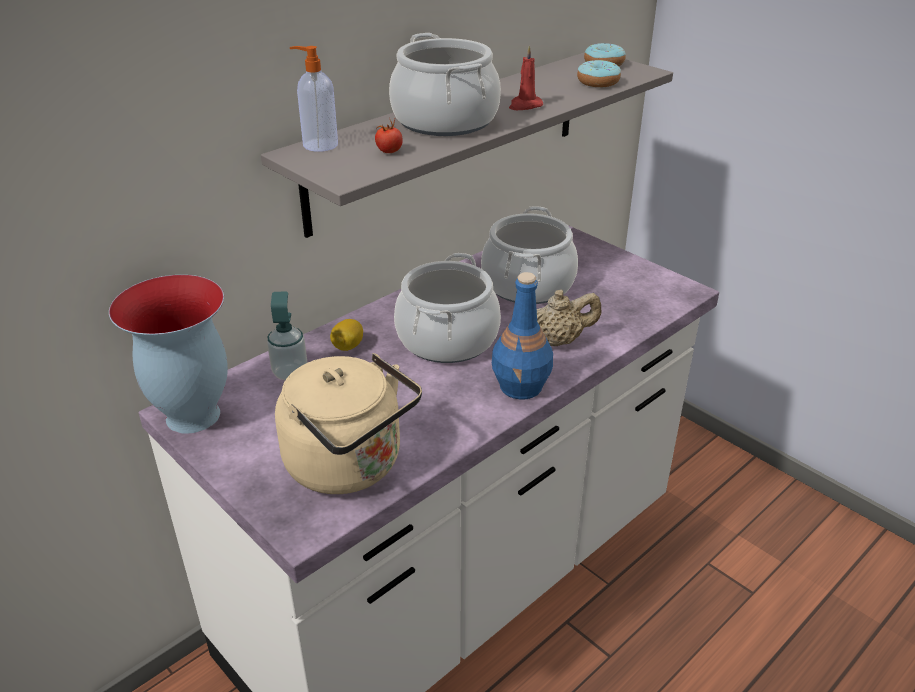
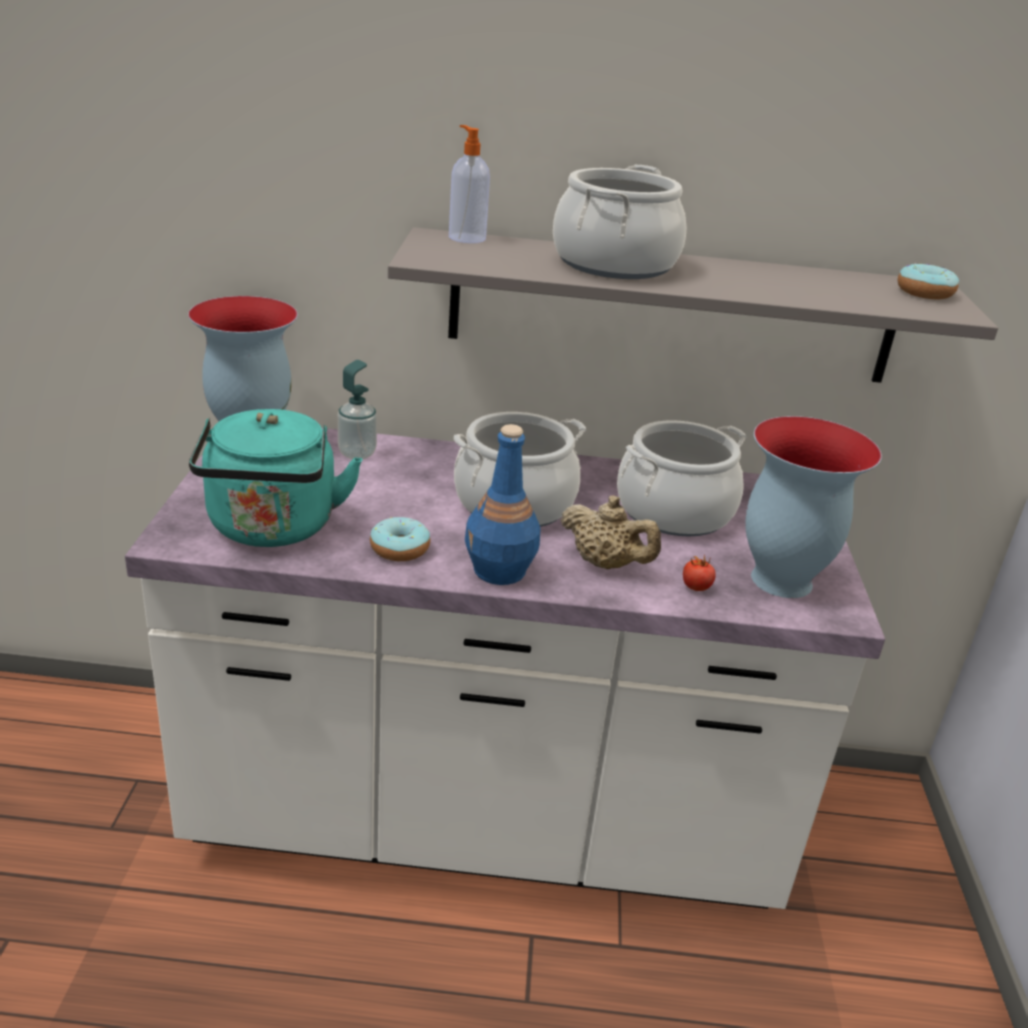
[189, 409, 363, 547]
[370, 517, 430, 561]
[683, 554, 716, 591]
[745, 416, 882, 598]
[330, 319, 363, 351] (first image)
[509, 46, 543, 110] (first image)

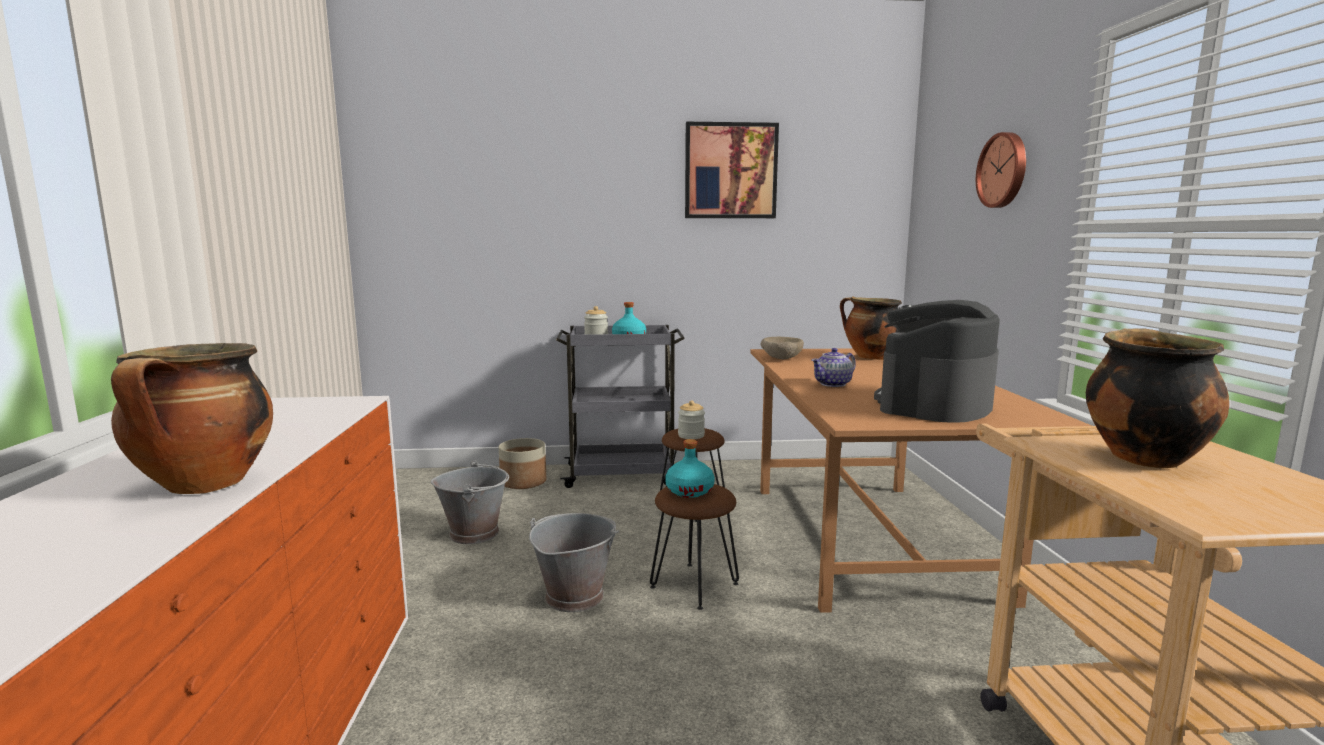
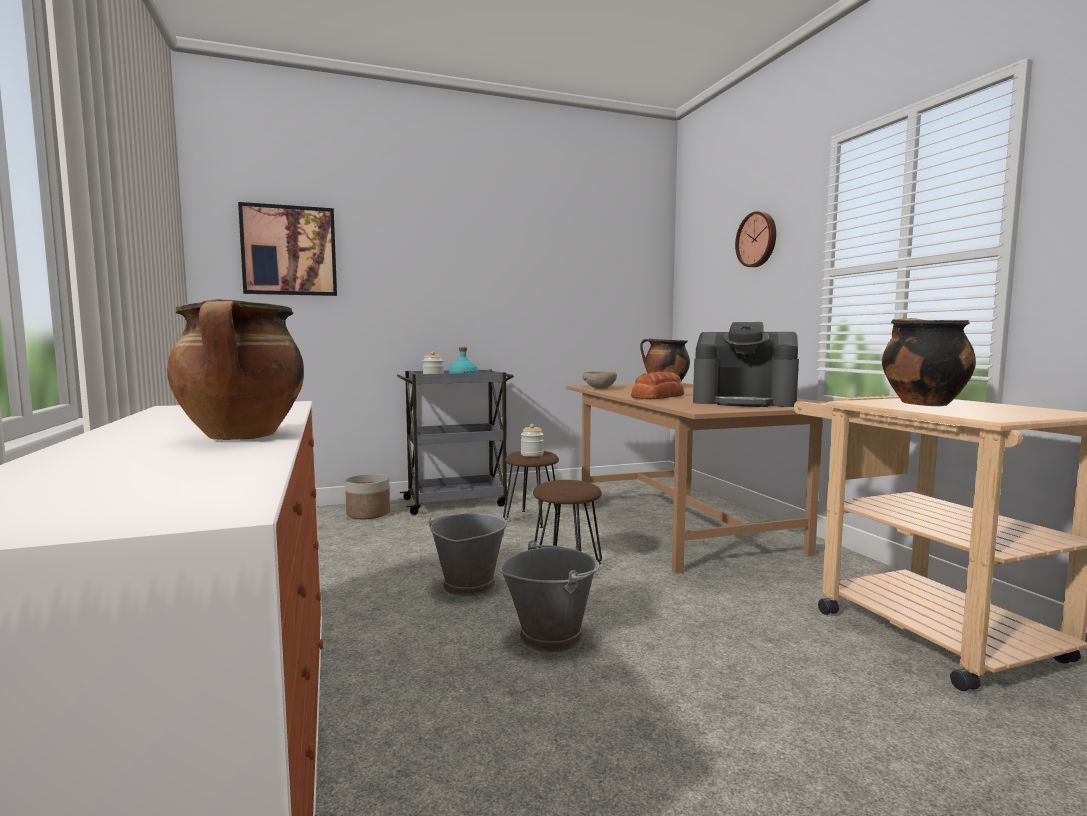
[238, 202, 337, 296]
[499, 540, 600, 653]
[631, 371, 684, 399]
[693, 322, 799, 407]
[665, 439, 715, 498] (first image)

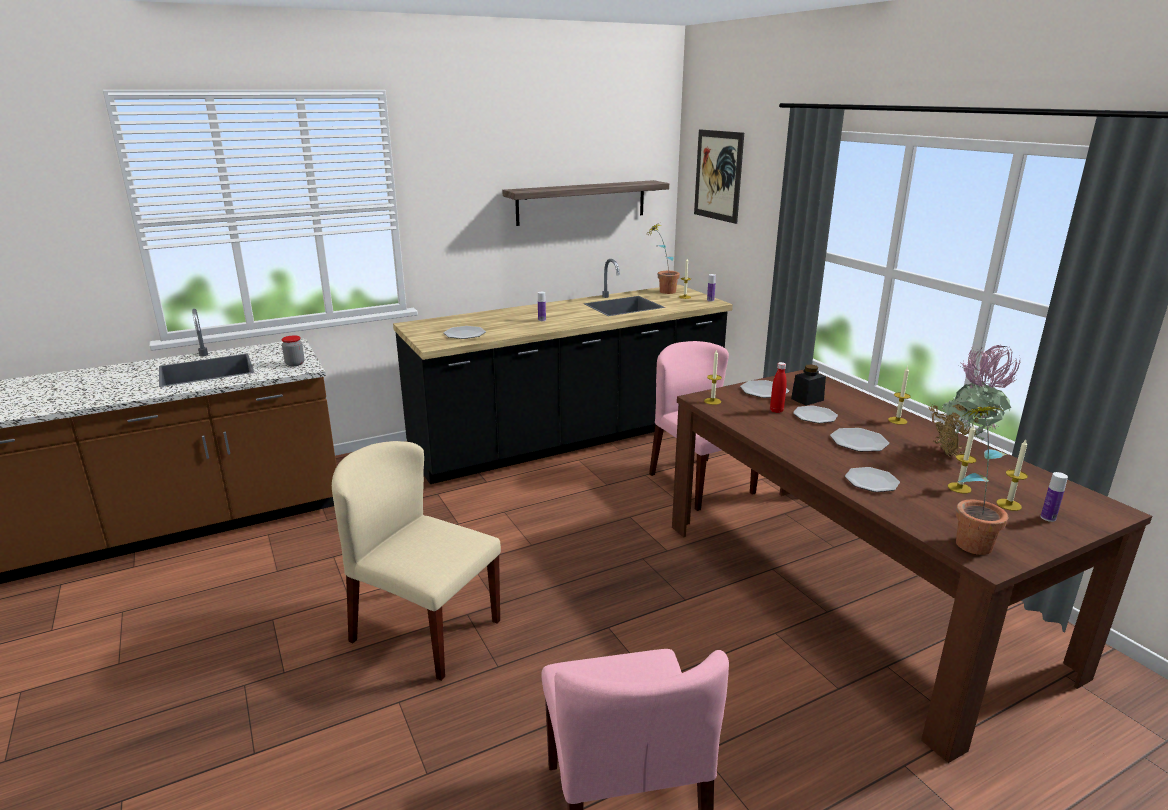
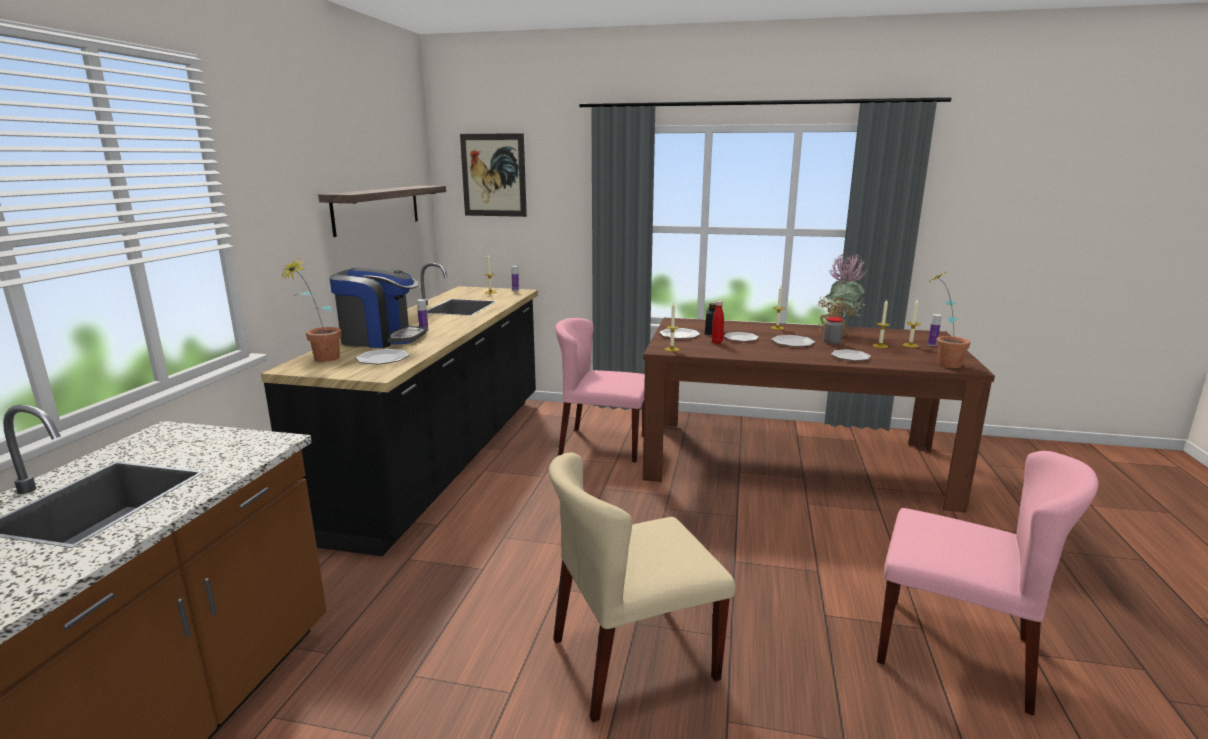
[281, 257, 342, 362]
[329, 266, 426, 348]
[824, 317, 843, 345]

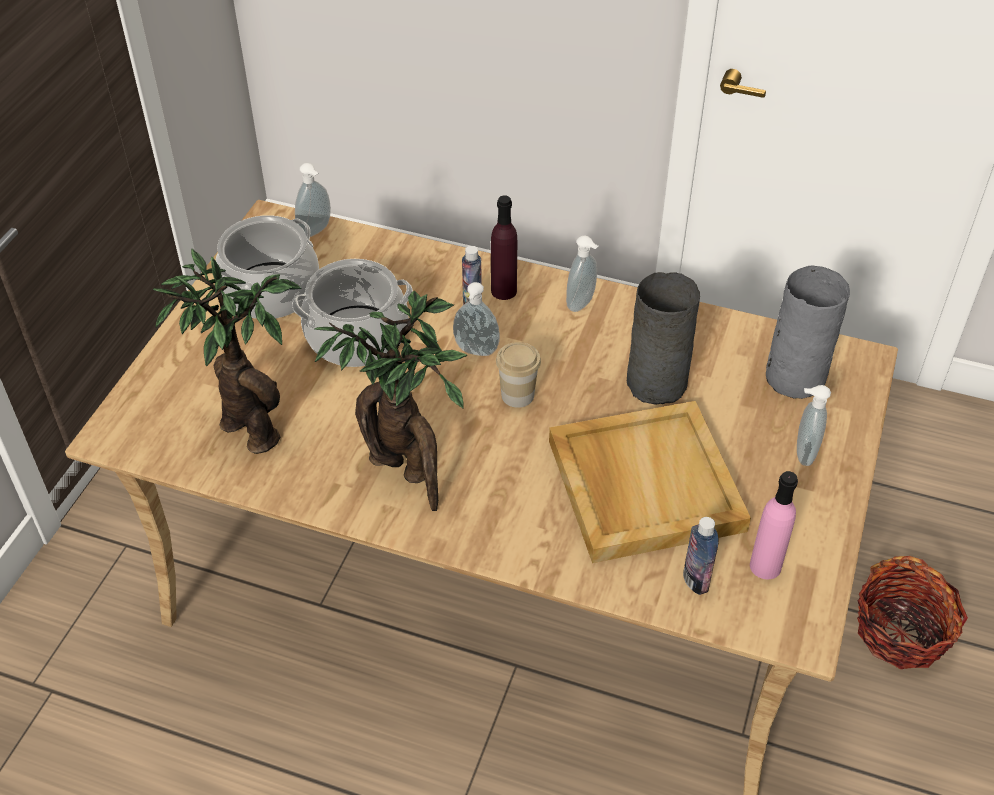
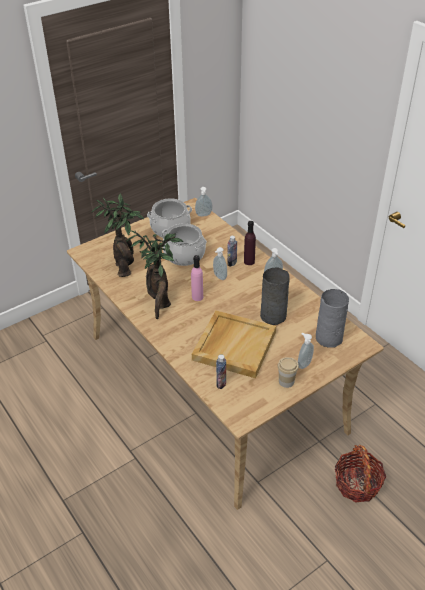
[191, 255, 203, 301]
[278, 357, 299, 388]

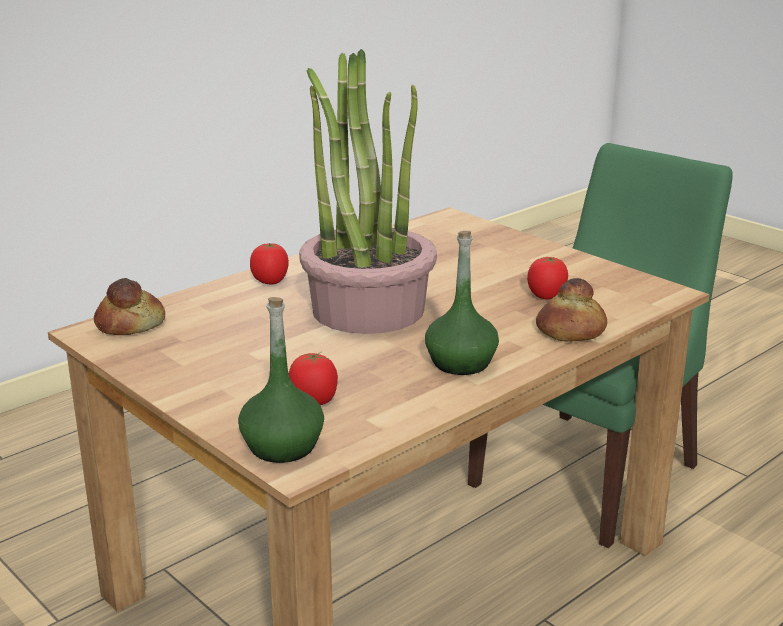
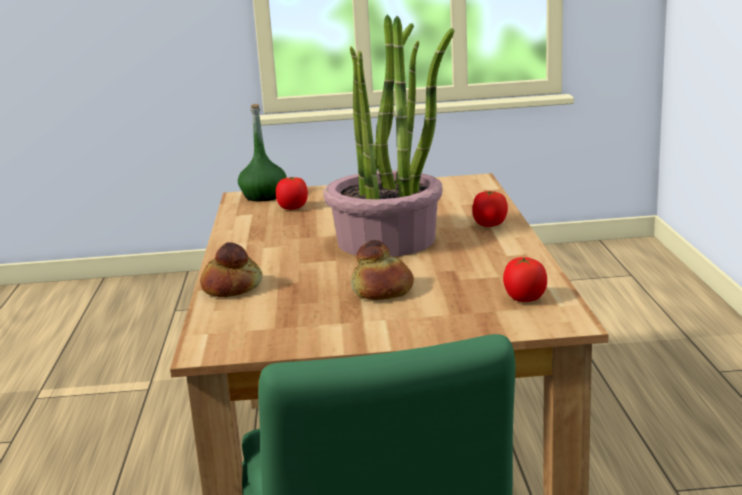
[351, 240, 414, 300]
[503, 257, 547, 302]
[425, 231, 499, 375] (first image)

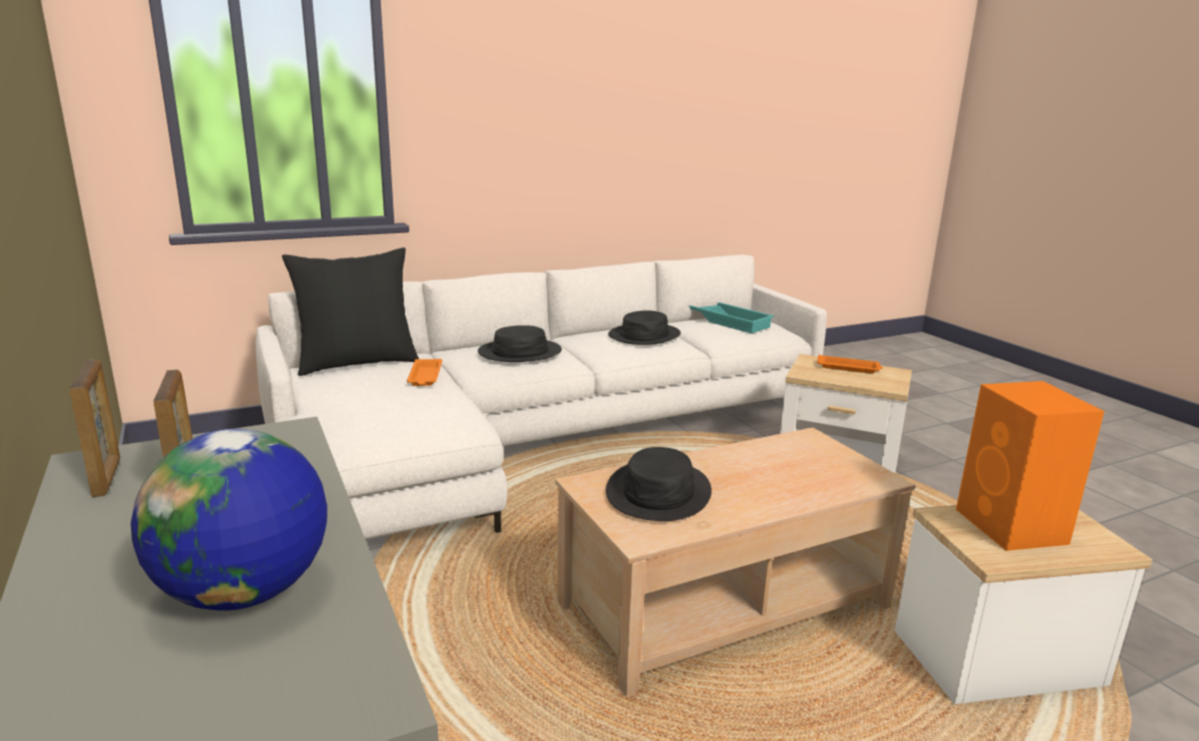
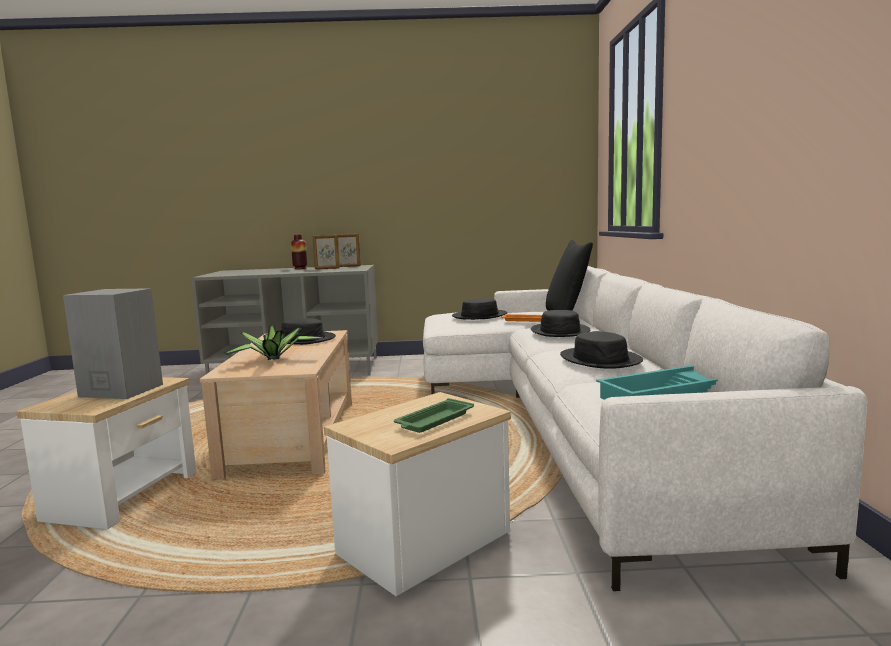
[63, 288, 163, 399]
[224, 325, 323, 360]
[291, 234, 307, 269]
[394, 398, 474, 433]
[452, 298, 508, 320]
[131, 429, 327, 611] (first image)

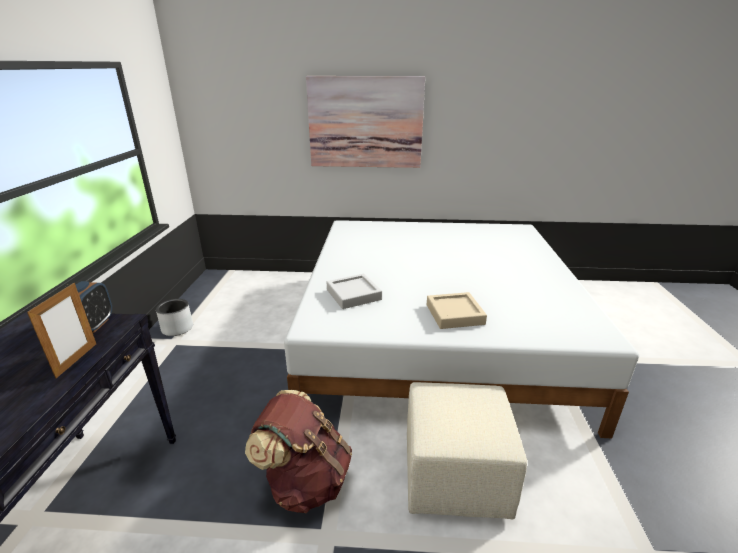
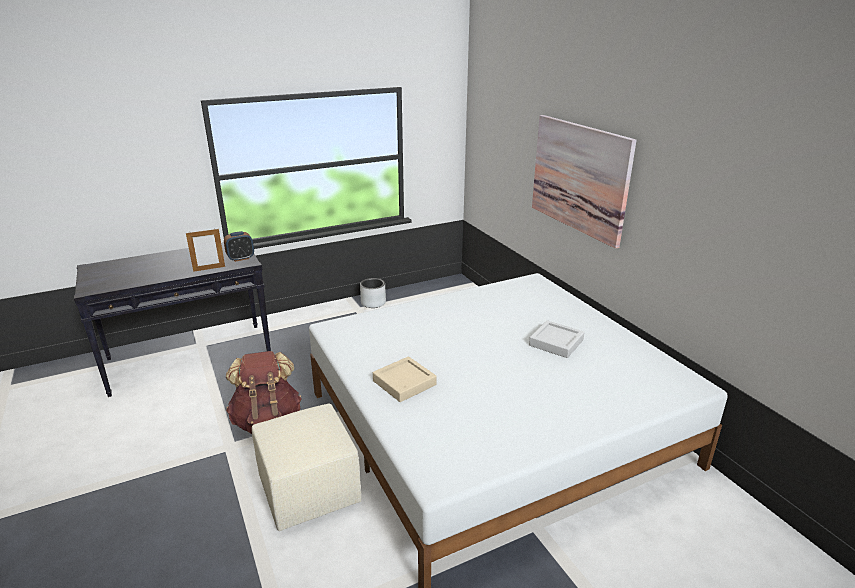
[529, 320, 585, 358]

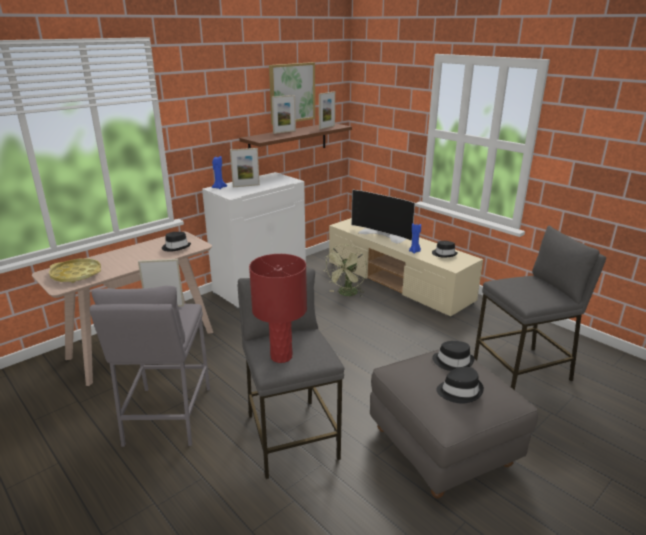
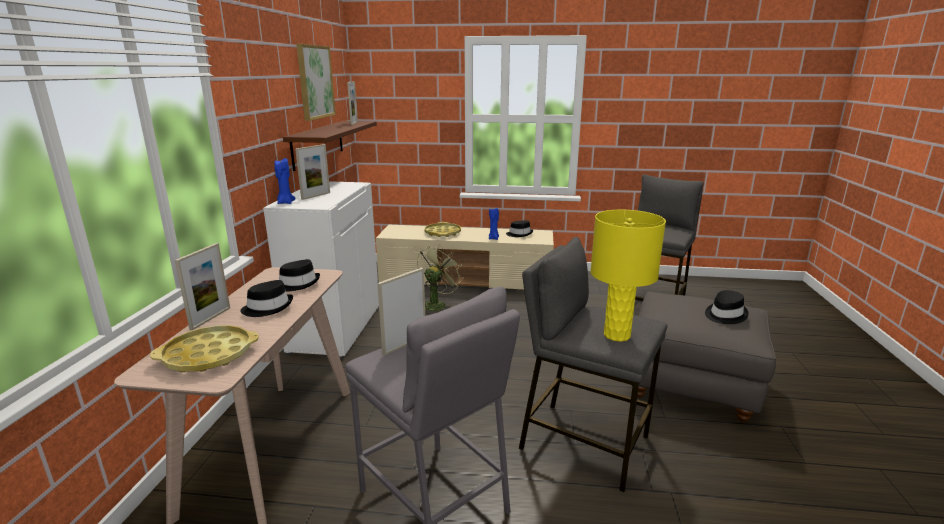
[175, 243, 230, 330]
[240, 280, 293, 317]
[417, 245, 464, 311]
[424, 222, 461, 237]
[590, 210, 666, 342]

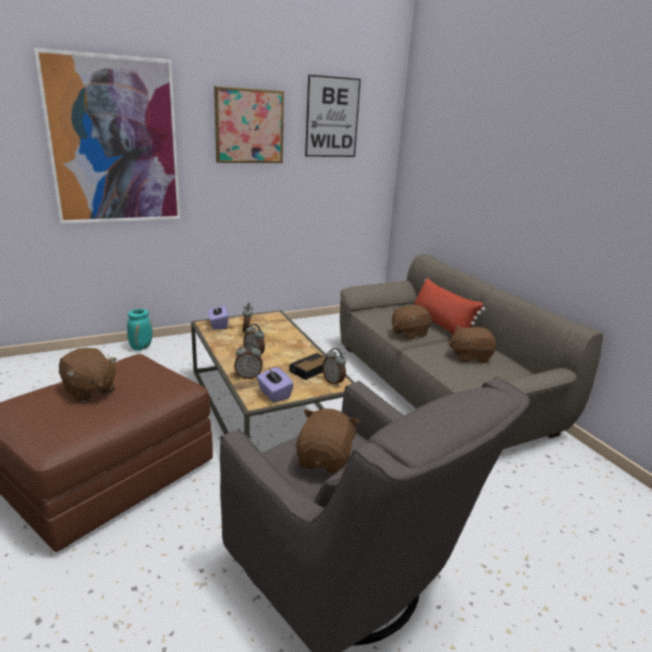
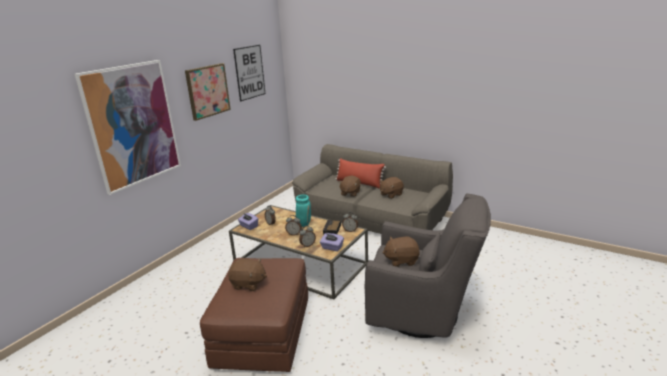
[296, 194, 311, 227]
[382, 237, 419, 267]

